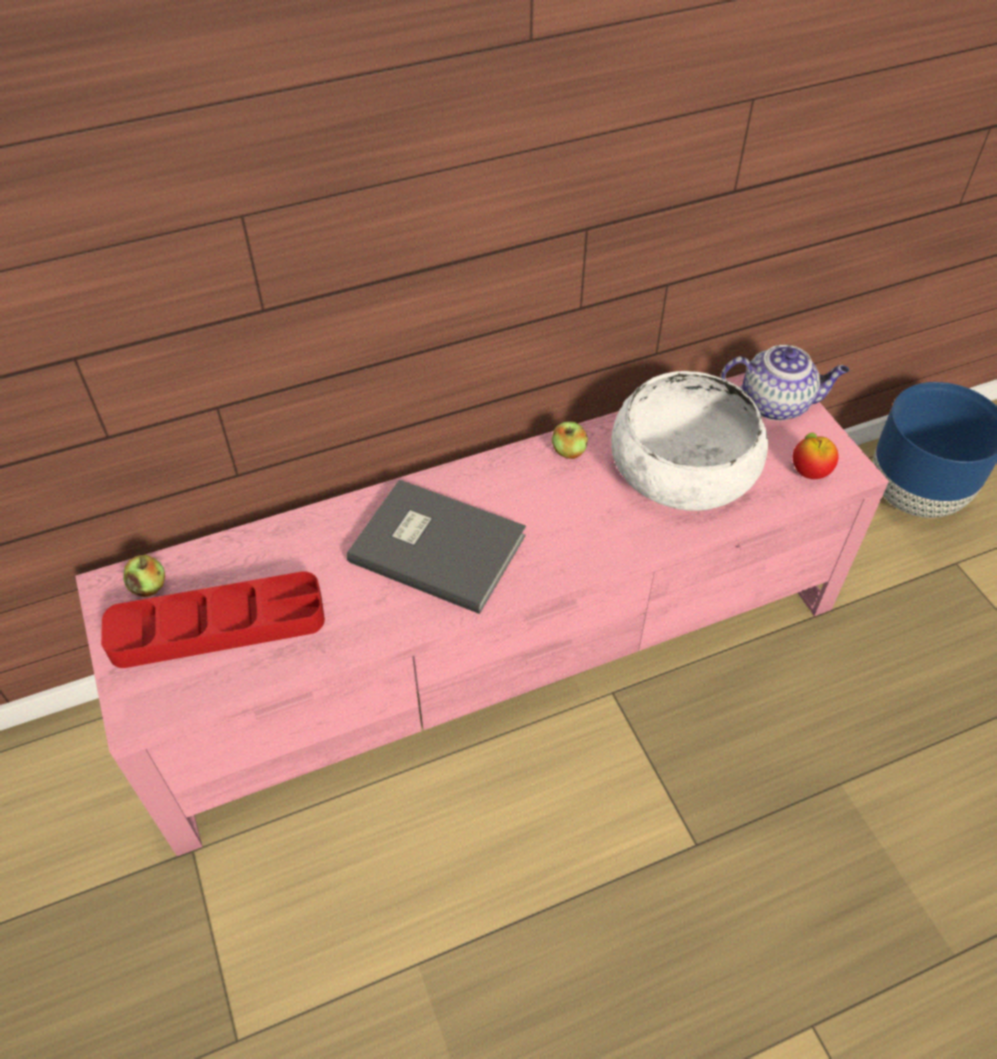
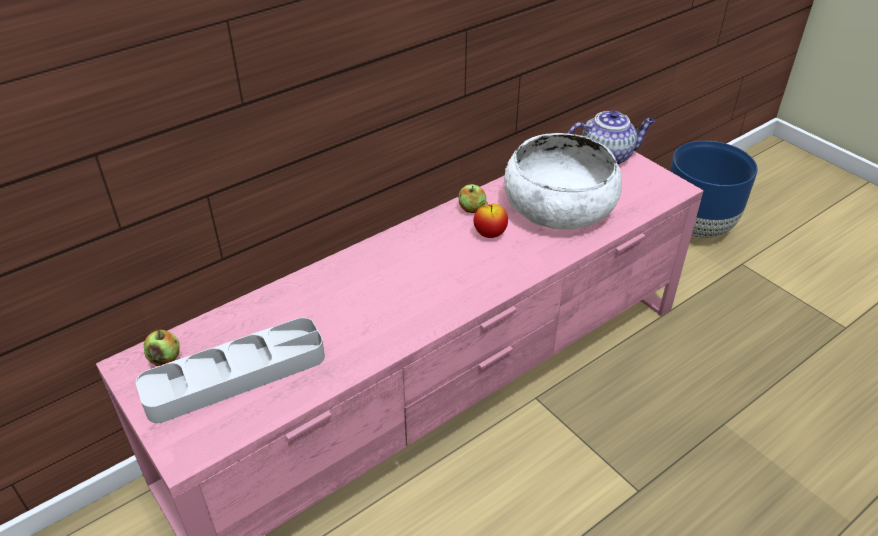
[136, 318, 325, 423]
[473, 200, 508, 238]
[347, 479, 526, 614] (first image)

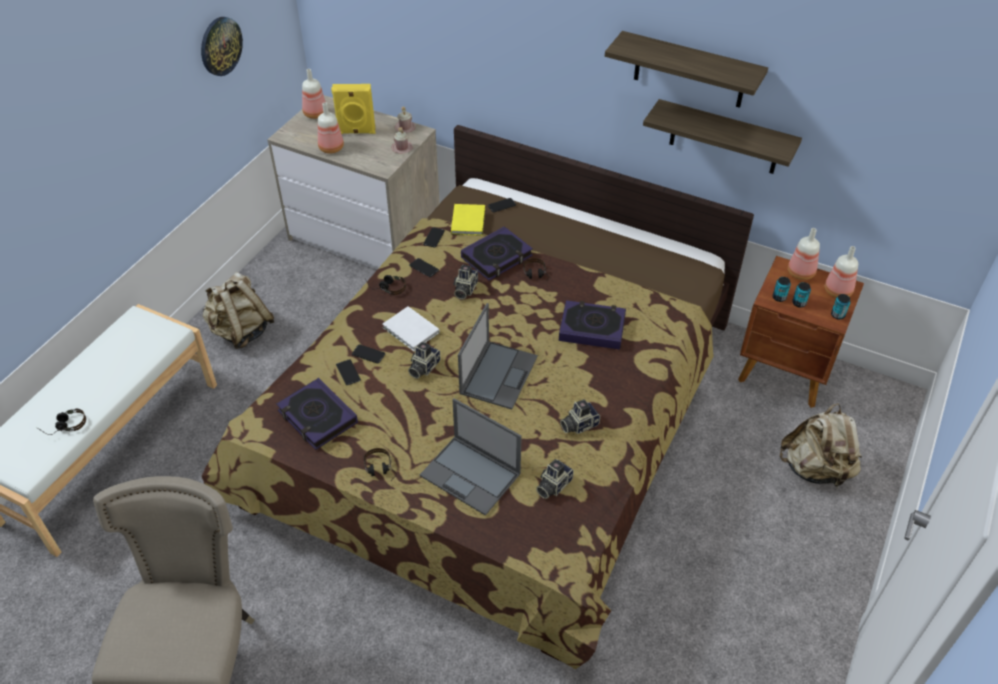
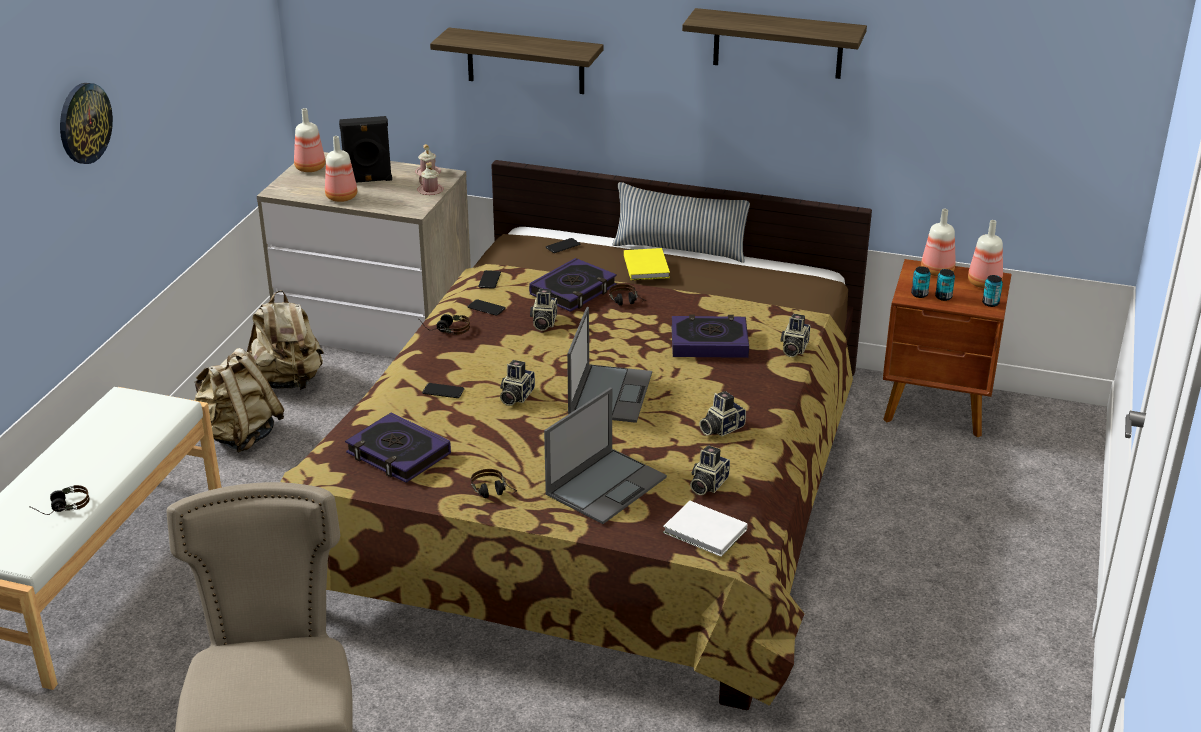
[60, 83, 113, 164]
[247, 290, 324, 390]
[339, 116, 392, 183]
[430, 28, 604, 94]
[544, 387, 667, 524]
[612, 182, 750, 263]
[624, 248, 670, 280]
[663, 501, 747, 557]
[781, 314, 810, 357]
[336, 359, 361, 385] (first image)

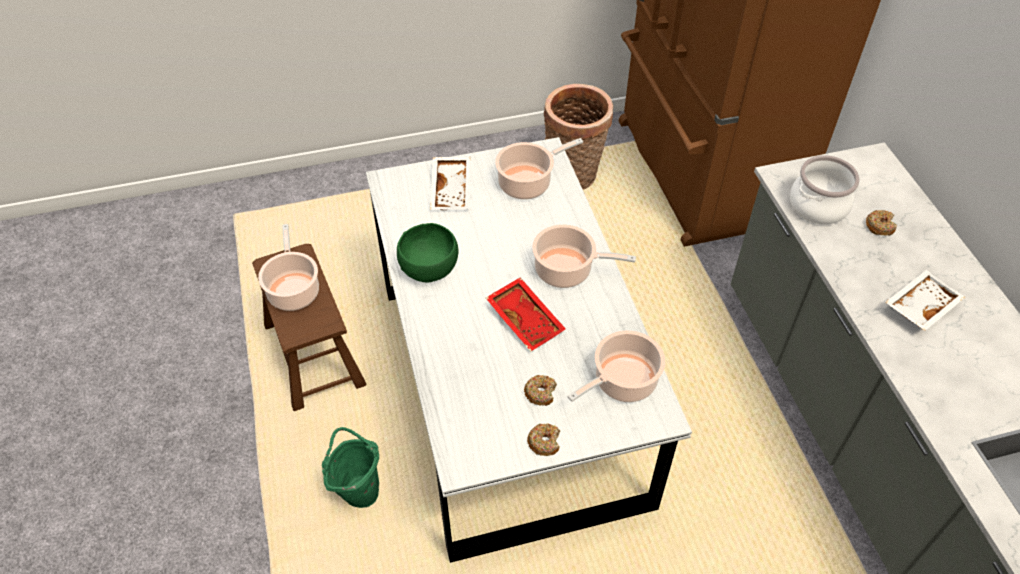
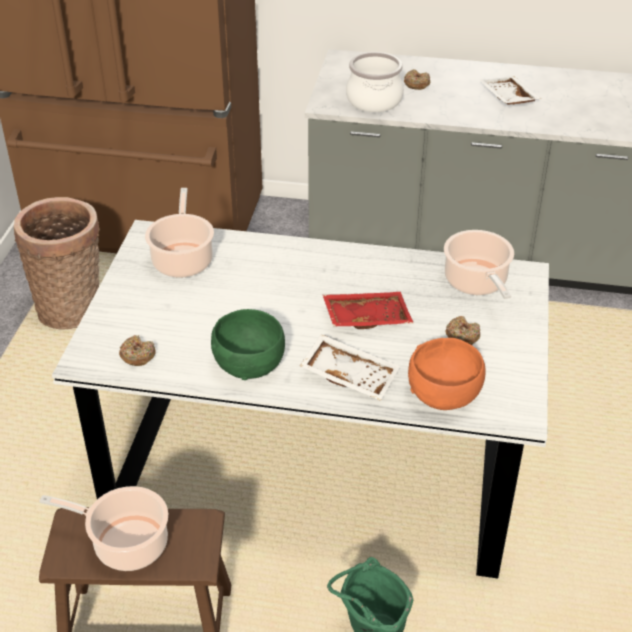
[119, 335, 156, 366]
[300, 334, 400, 401]
[408, 338, 486, 410]
[532, 224, 636, 288] (first image)

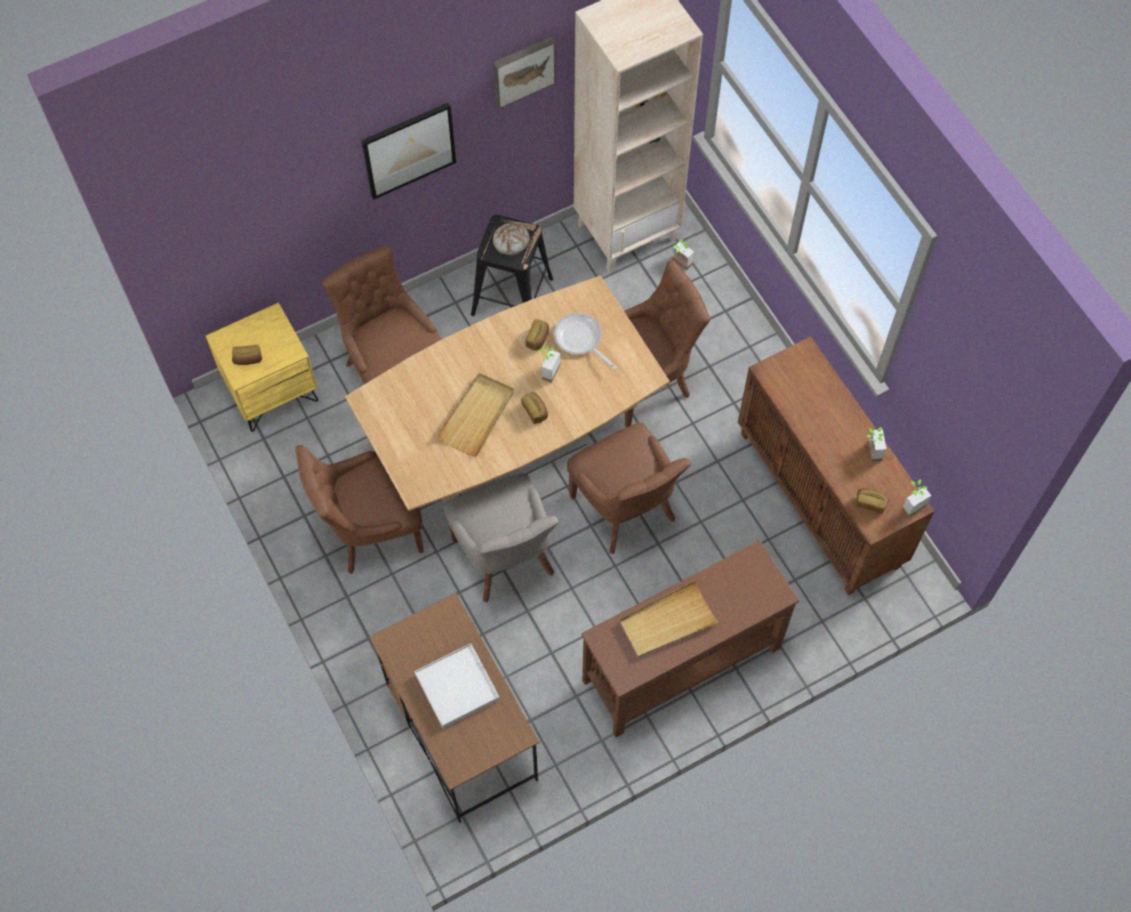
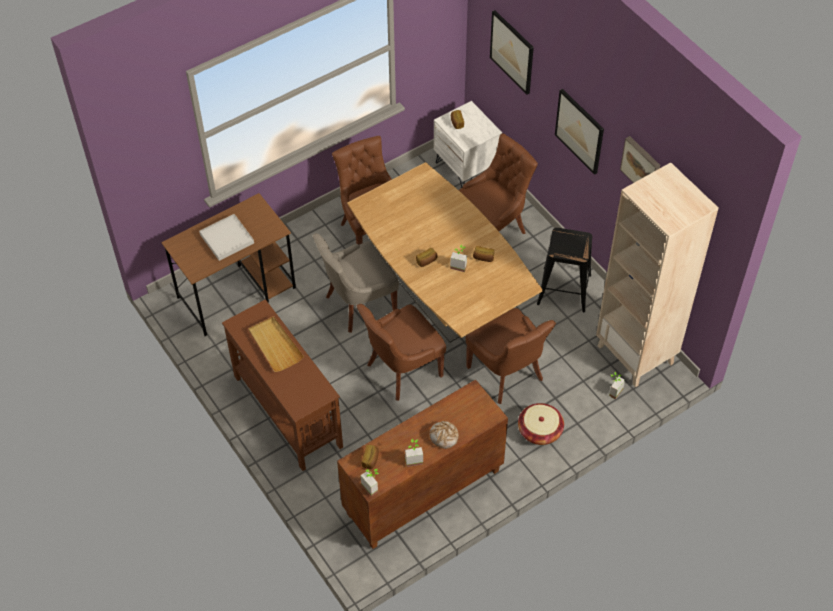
[430, 421, 459, 449]
[434, 101, 502, 188]
[490, 10, 534, 94]
[518, 403, 564, 445]
[436, 373, 514, 457] (first image)
[554, 313, 617, 370] (first image)

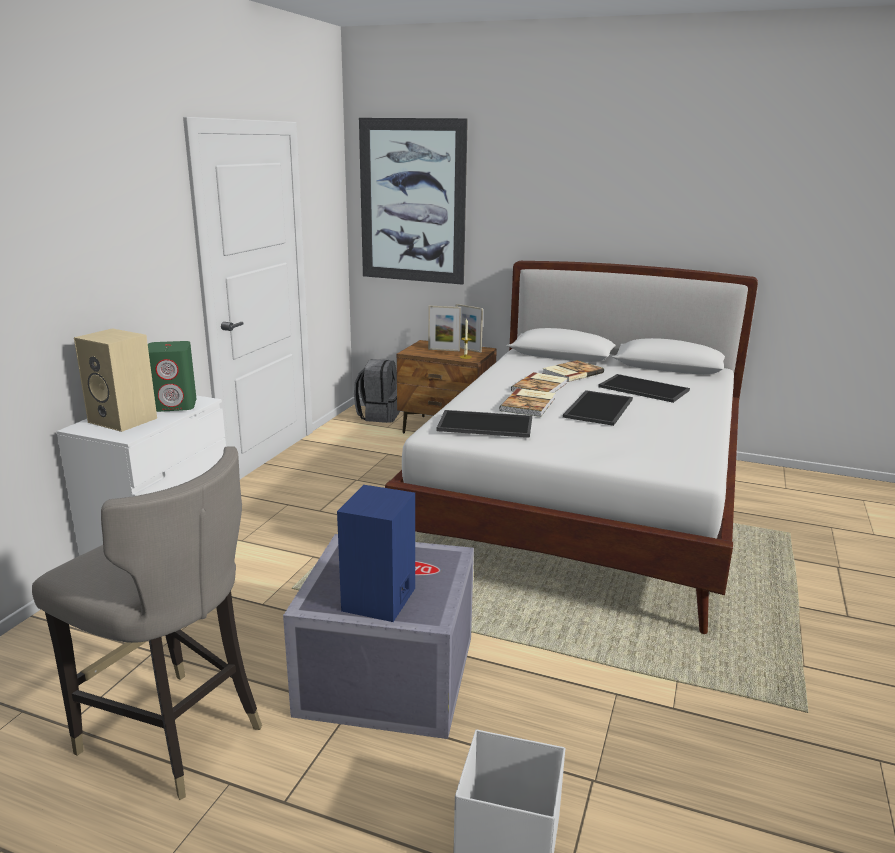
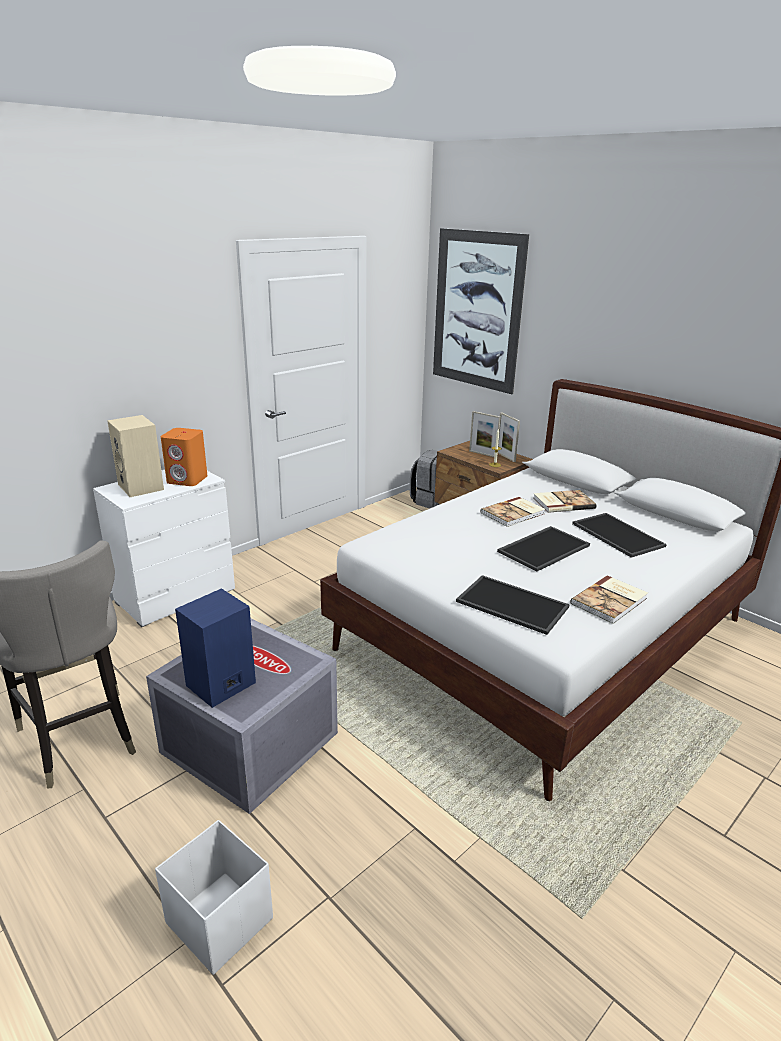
[161, 428, 207, 486]
[456, 575, 570, 635]
[570, 575, 648, 624]

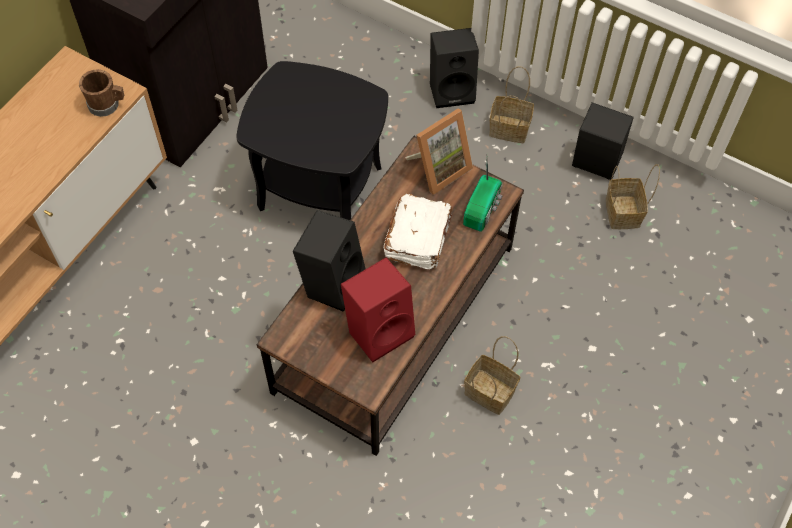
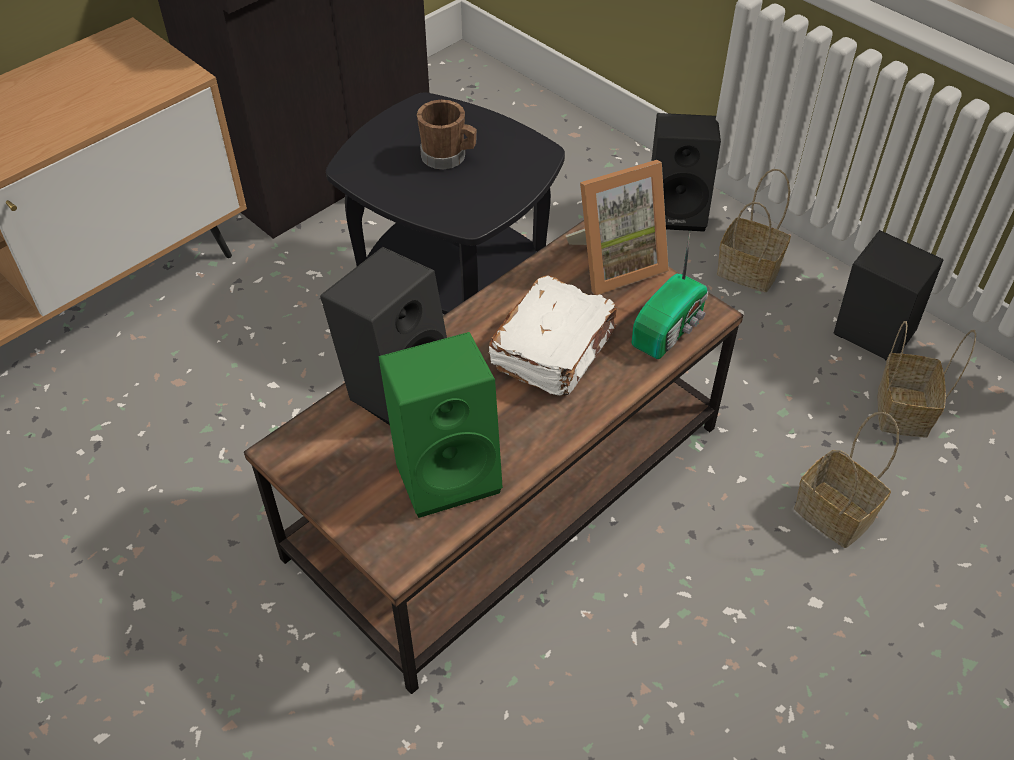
[379, 332, 503, 518]
[417, 100, 477, 169]
[794, 412, 899, 548]

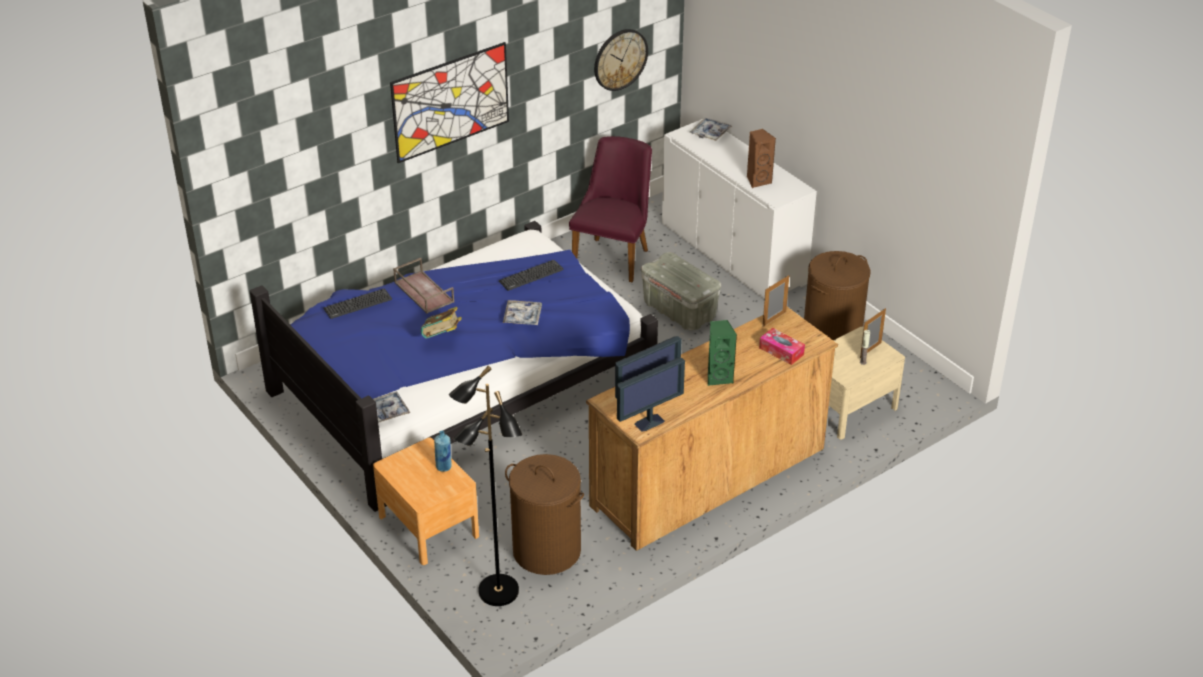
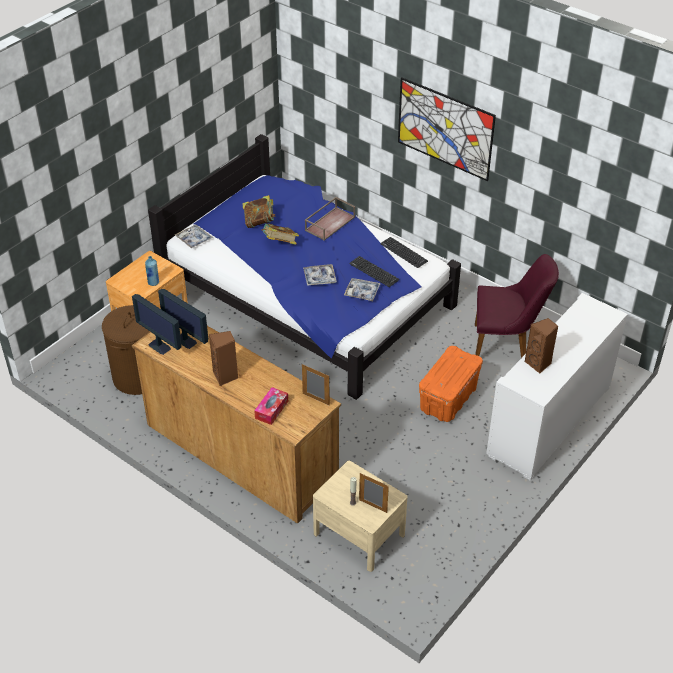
[209, 331, 238, 386]
[242, 195, 276, 228]
[344, 278, 381, 301]
[380, 237, 428, 268]
[419, 346, 483, 422]
[449, 366, 523, 606] (first image)
[594, 29, 648, 91] (first image)
[804, 251, 870, 340] (first image)

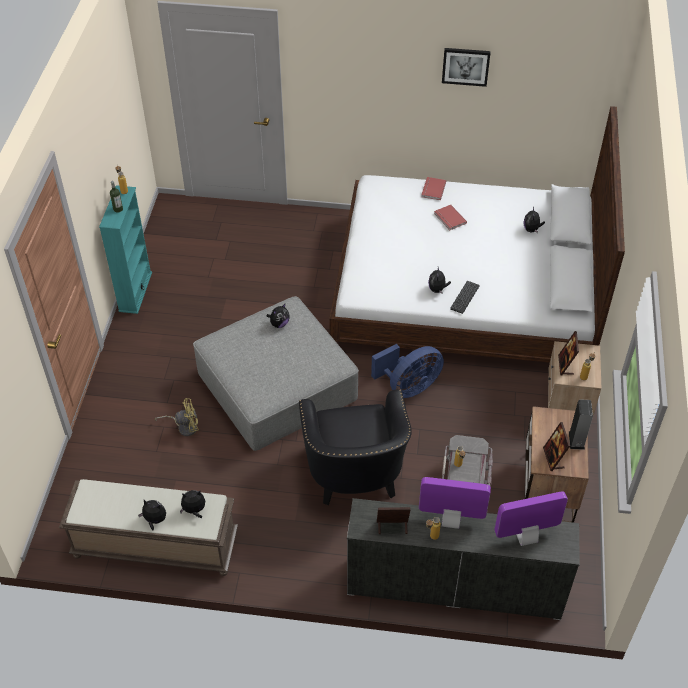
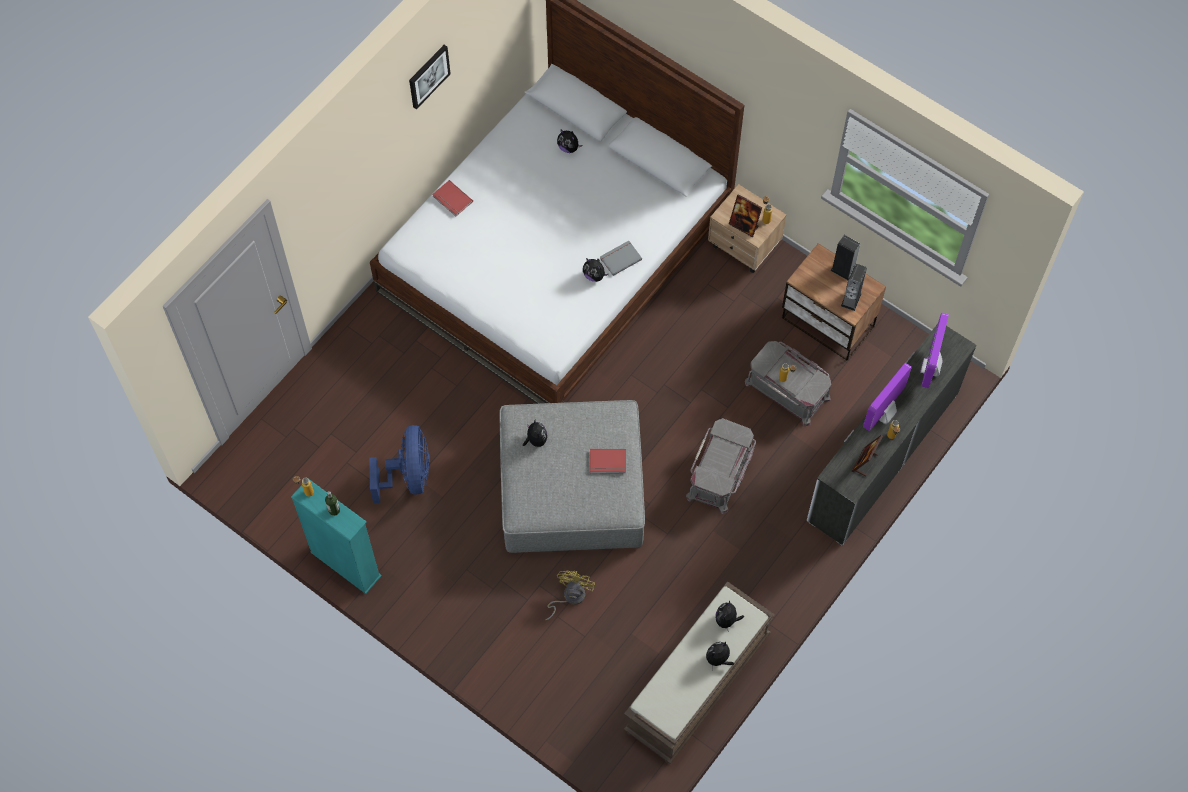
[369, 425, 430, 504]
[590, 449, 626, 474]
[600, 241, 642, 276]
[686, 418, 756, 514]
[841, 263, 867, 311]

